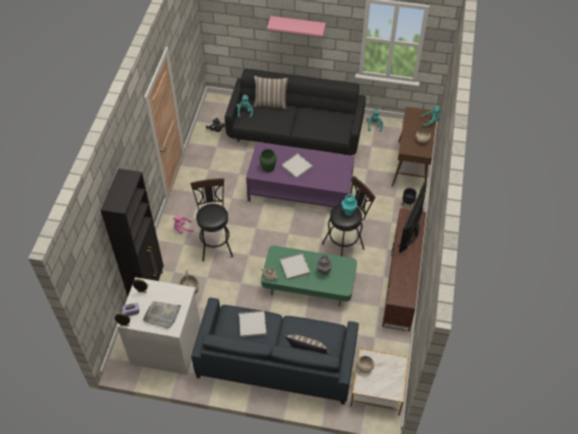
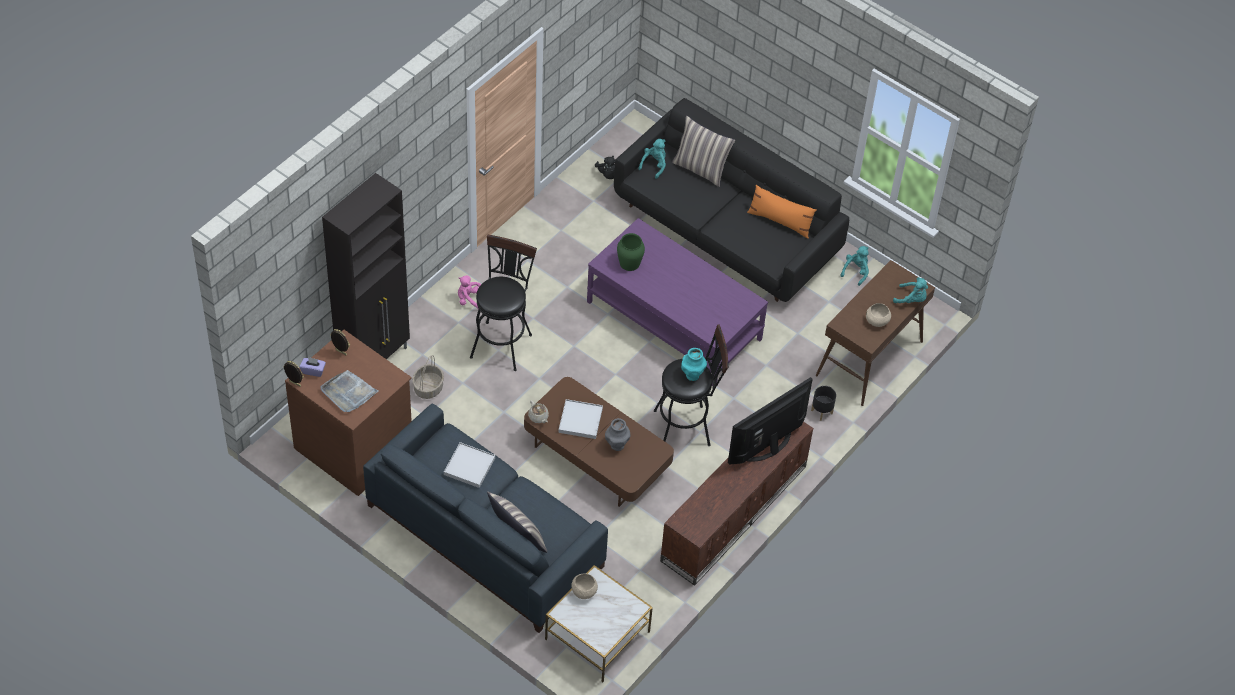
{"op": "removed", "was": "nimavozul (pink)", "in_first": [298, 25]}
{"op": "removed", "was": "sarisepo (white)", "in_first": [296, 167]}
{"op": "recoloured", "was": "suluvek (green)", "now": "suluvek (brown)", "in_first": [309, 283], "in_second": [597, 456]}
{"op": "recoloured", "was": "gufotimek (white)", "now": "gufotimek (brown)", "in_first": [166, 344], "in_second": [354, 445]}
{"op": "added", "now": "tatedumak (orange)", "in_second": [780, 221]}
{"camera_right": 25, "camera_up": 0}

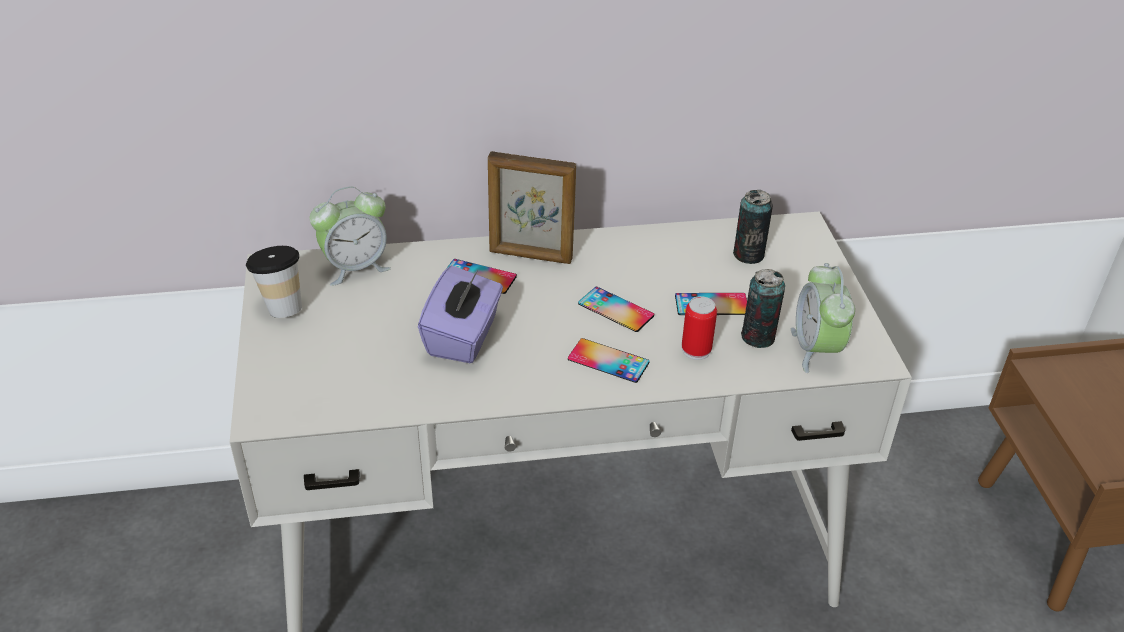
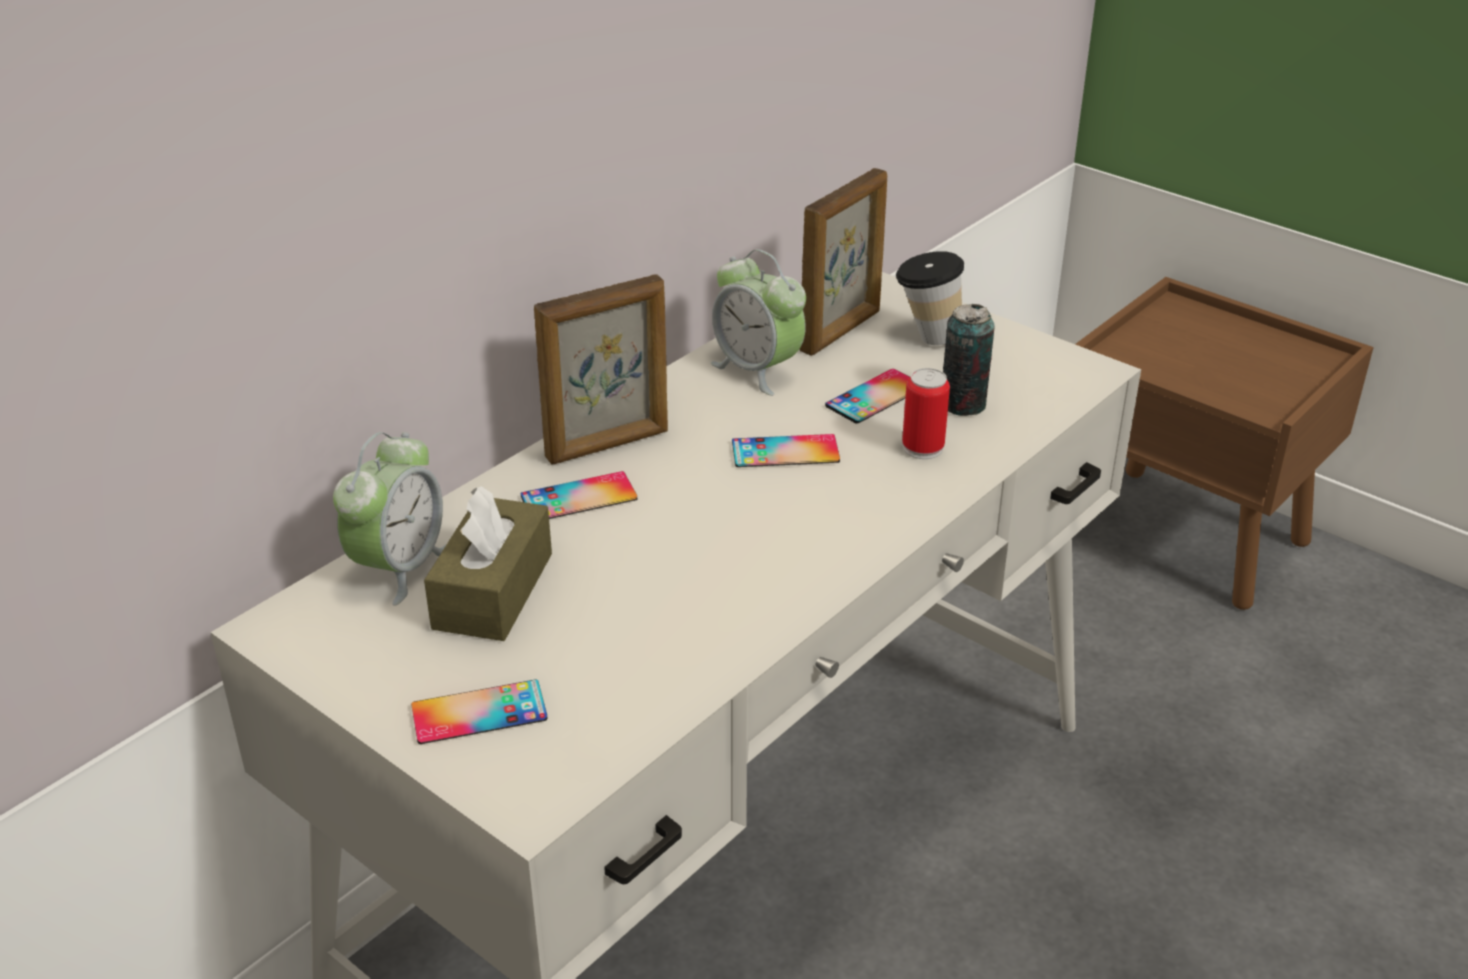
{"op": "replaced", "was": "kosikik", "now": "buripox", "in_first": [748, 255], "in_second": [841, 331]}
{"op": "moved", "was": "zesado", "in_first": [281, 306], "in_second": [927, 337]}
{"op": "moved", "was": "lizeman", "in_first": [816, 349], "in_second": [757, 370]}
{"op": "removed", "was": "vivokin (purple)", "in_first": [463, 337]}
{"op": "moved", "was": "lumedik", "in_first": [608, 361], "in_second": [479, 713]}
{"op": "added", "now": "vivokin (brown)", "in_second": [493, 591]}
{"camera_right": -40, "camera_up": -5}

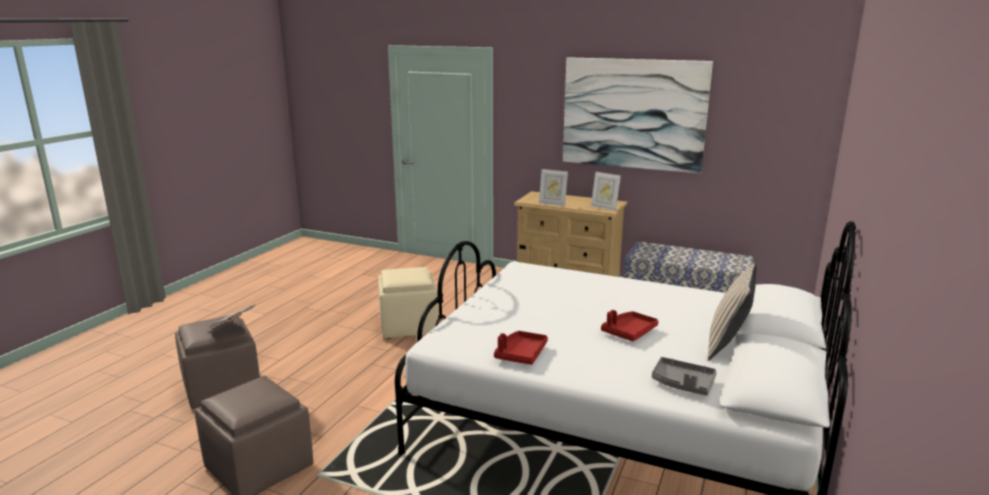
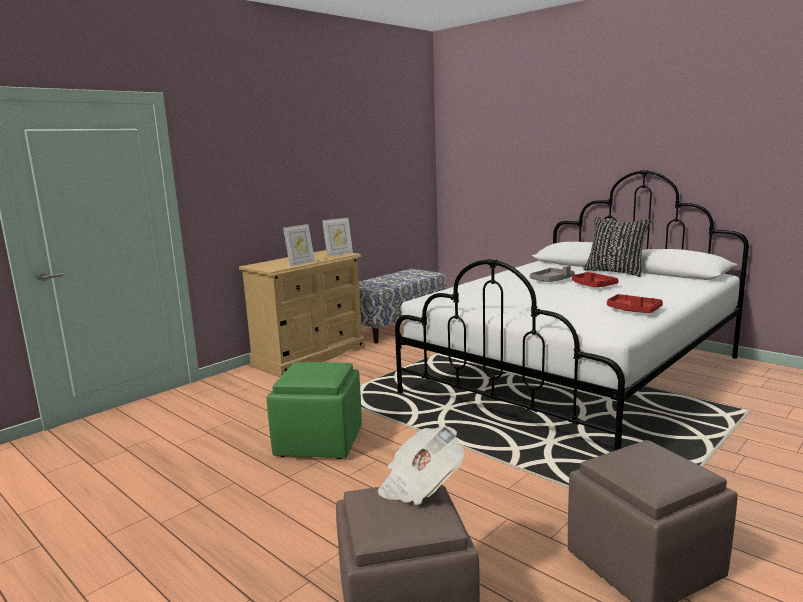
{"op": "removed", "was": "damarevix", "in_first": [633, 114]}
{"op": "recoloured", "was": "tatedumak (beige)", "now": "tatedumak (black)", "in_first": [727, 344], "in_second": [615, 272]}
{"op": "recoloured", "was": "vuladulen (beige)", "now": "vuladulen (green)", "in_first": [409, 326], "in_second": [318, 441]}
{"op": "moved", "was": "sarisepo (grey)", "in_first": [682, 384], "in_second": [552, 280]}
{"camera_right": -70, "camera_up": -5}

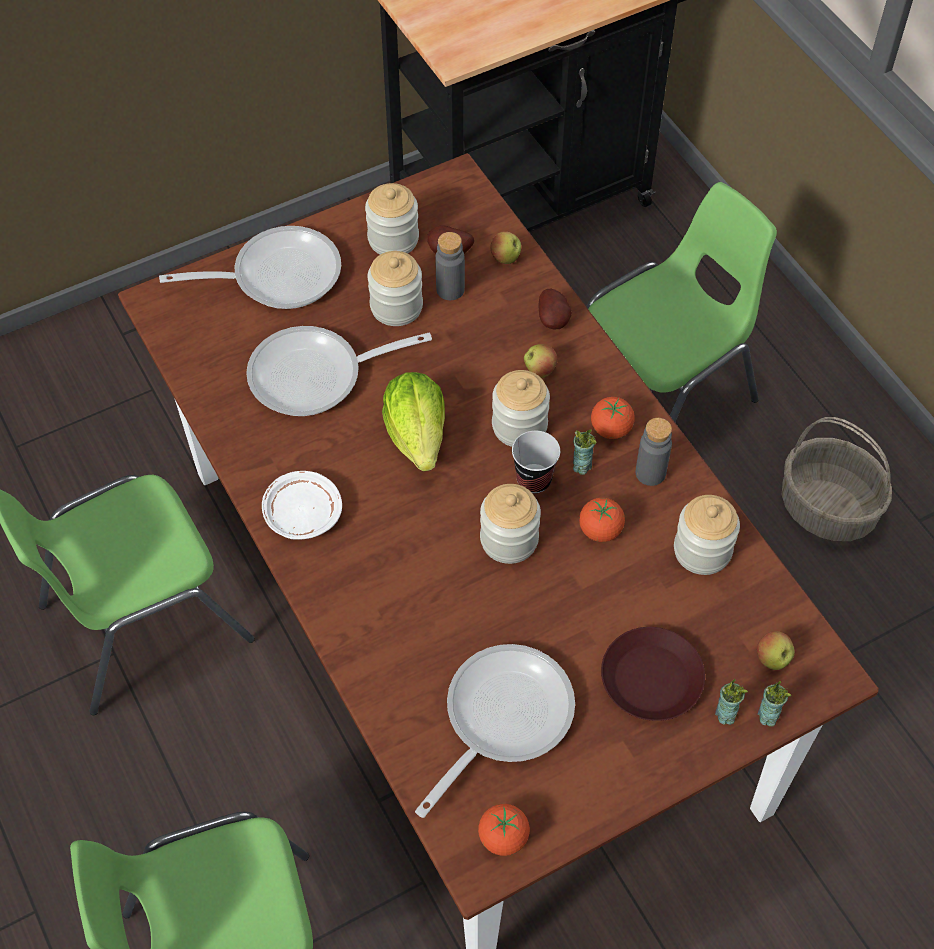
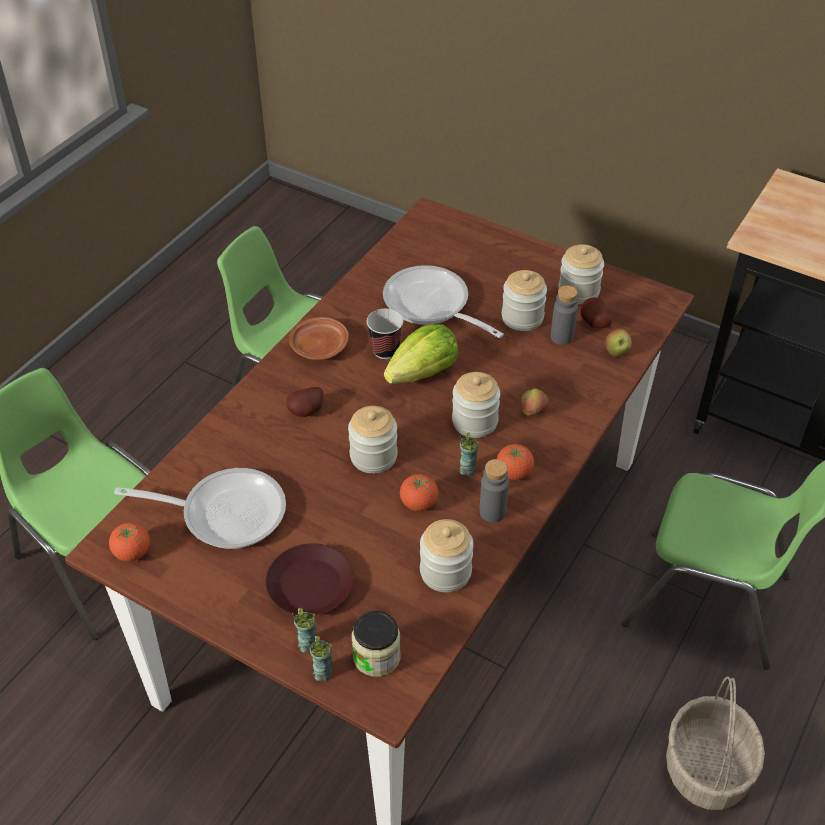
{"op": "removed", "was": "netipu", "in_first": [277, 275]}
{"op": "moved", "was": "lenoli", "in_first": [554, 320], "in_second": [307, 412]}
{"op": "moved", "was": "zesado", "in_first": [534, 479], "in_second": [385, 350]}
{"op": "recoloured", "was": "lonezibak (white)", "now": "lonezibak (brown)", "in_first": [302, 513], "in_second": [319, 346]}
{"op": "replaced", "was": "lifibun", "now": "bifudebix", "in_first": [772, 659], "in_second": [376, 656]}
{"camera_right": 60, "camera_up": -10}

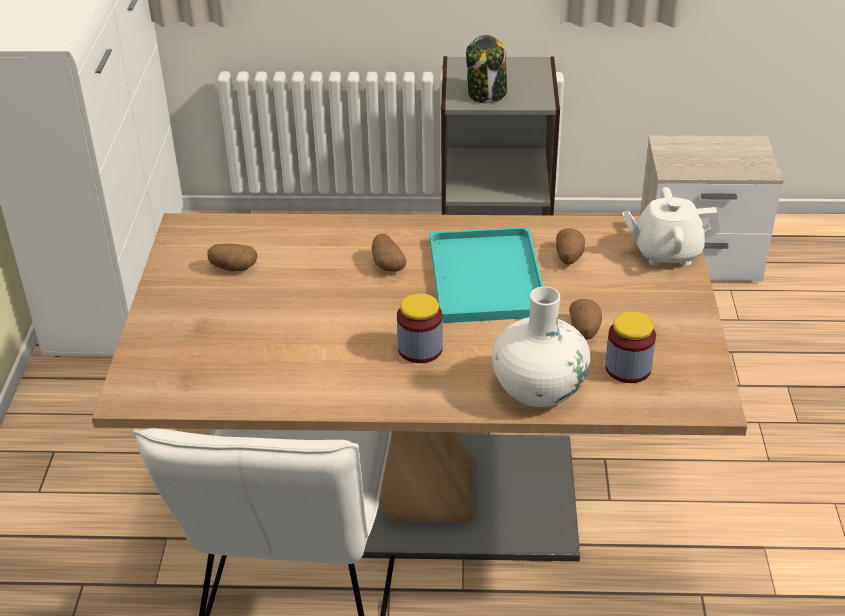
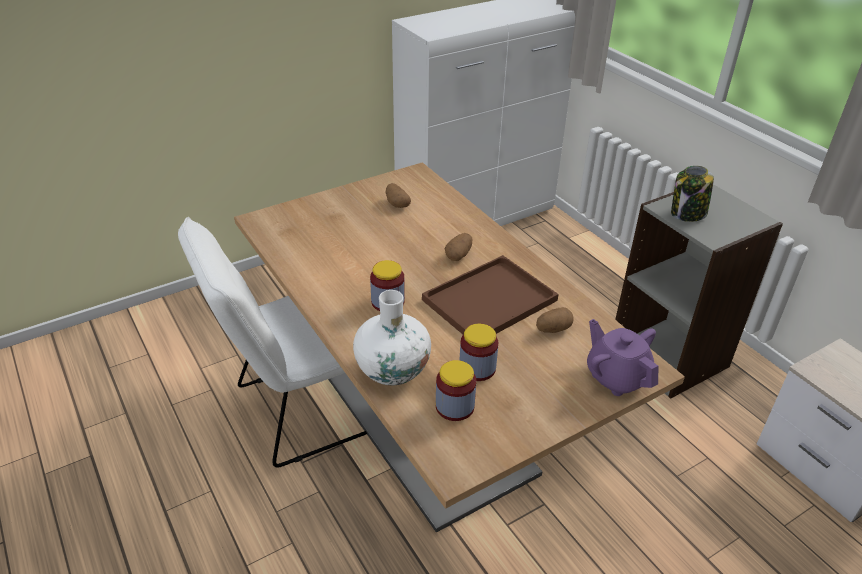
{"op": "recoloured", "was": "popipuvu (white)", "now": "popipuvu (purple)", "in_first": [666, 252], "in_second": [616, 377]}
{"op": "recoloured", "was": "sarisepo (turquoise)", "now": "sarisepo (brown)", "in_first": [484, 275], "in_second": [490, 298]}
{"op": "replaced", "was": "lenoli", "now": "bifudebix", "in_first": [584, 330], "in_second": [477, 368]}
{"camera_right": 55, "camera_up": 0}

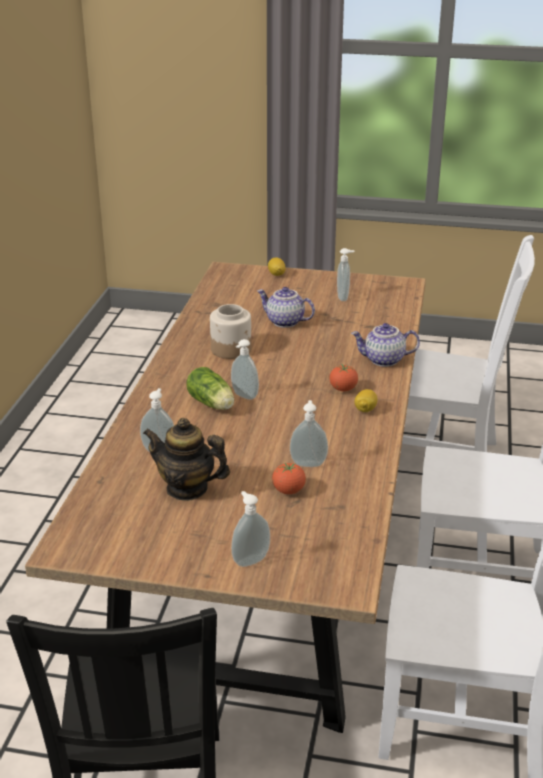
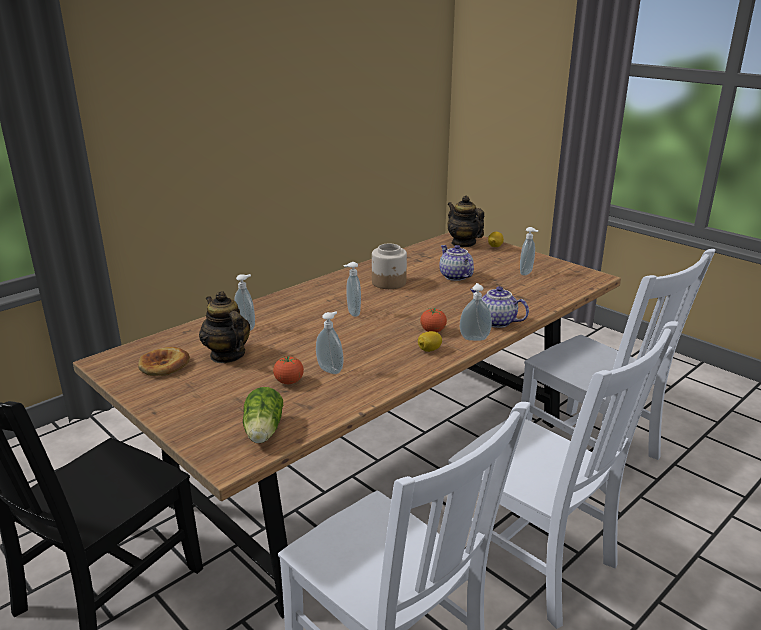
{"op": "moved", "was": "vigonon", "in_first": [212, 404], "in_second": [263, 432]}
{"op": "moved", "was": "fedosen", "in_first": [250, 559], "in_second": [474, 338]}
{"op": "added", "now": "popipuvu", "in_second": [463, 243]}
{"op": "added", "now": "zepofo", "in_second": [164, 365]}
{"camera_right": 35, "camera_up": -5}

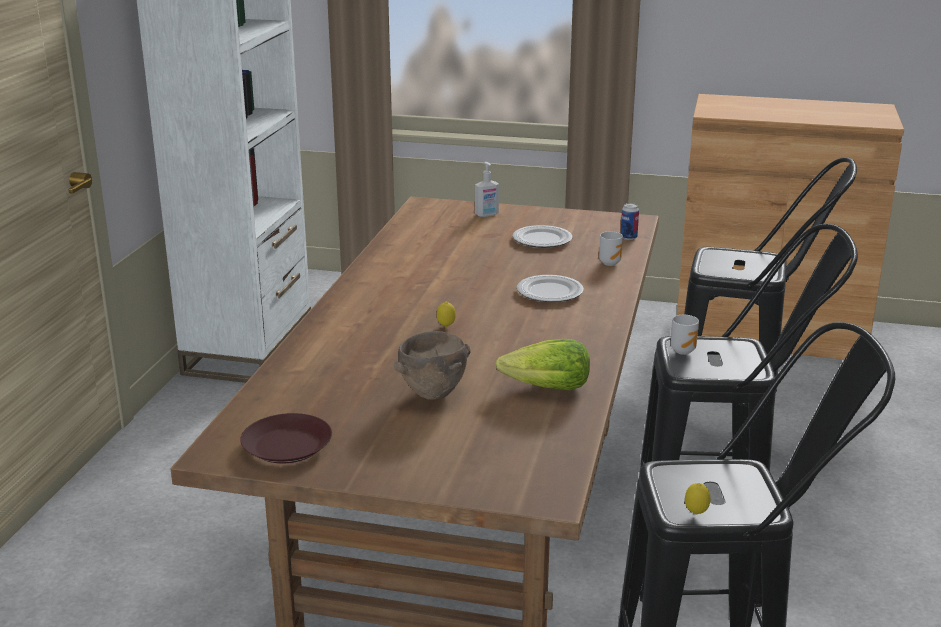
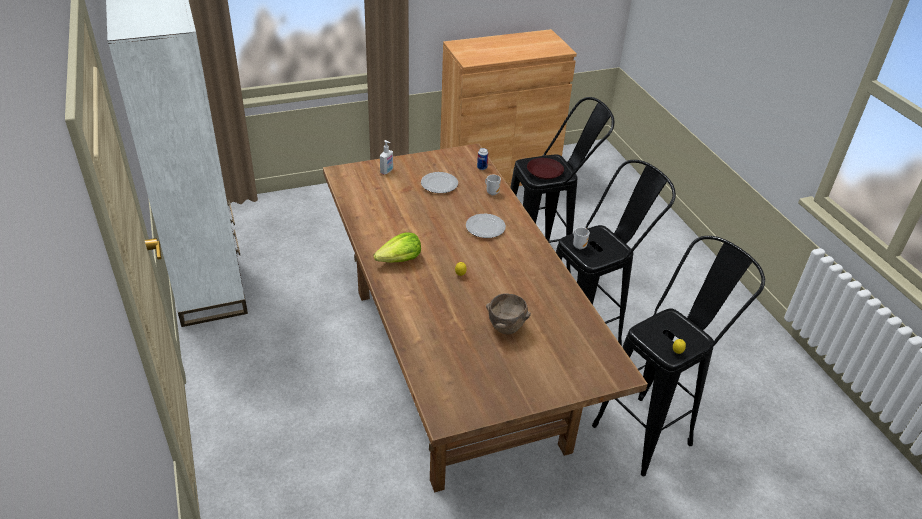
{"op": "moved", "was": "vigonon", "in_first": [547, 388], "in_second": [400, 260]}
{"op": "moved", "was": "lonezibak (brown)", "in_first": [288, 446], "in_second": [545, 172]}
{"camera_right": -35, "camera_up": 15}

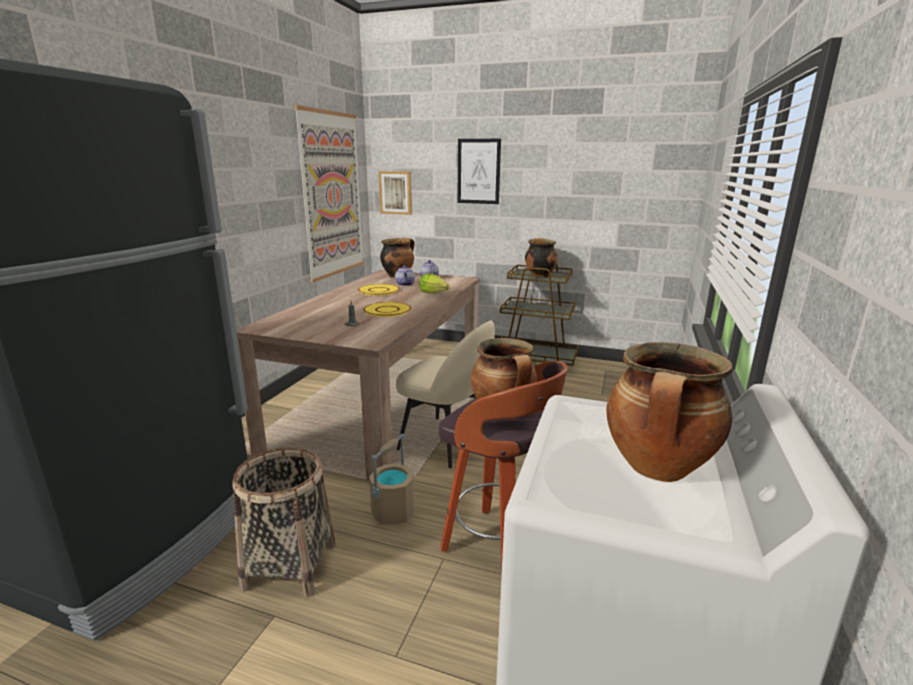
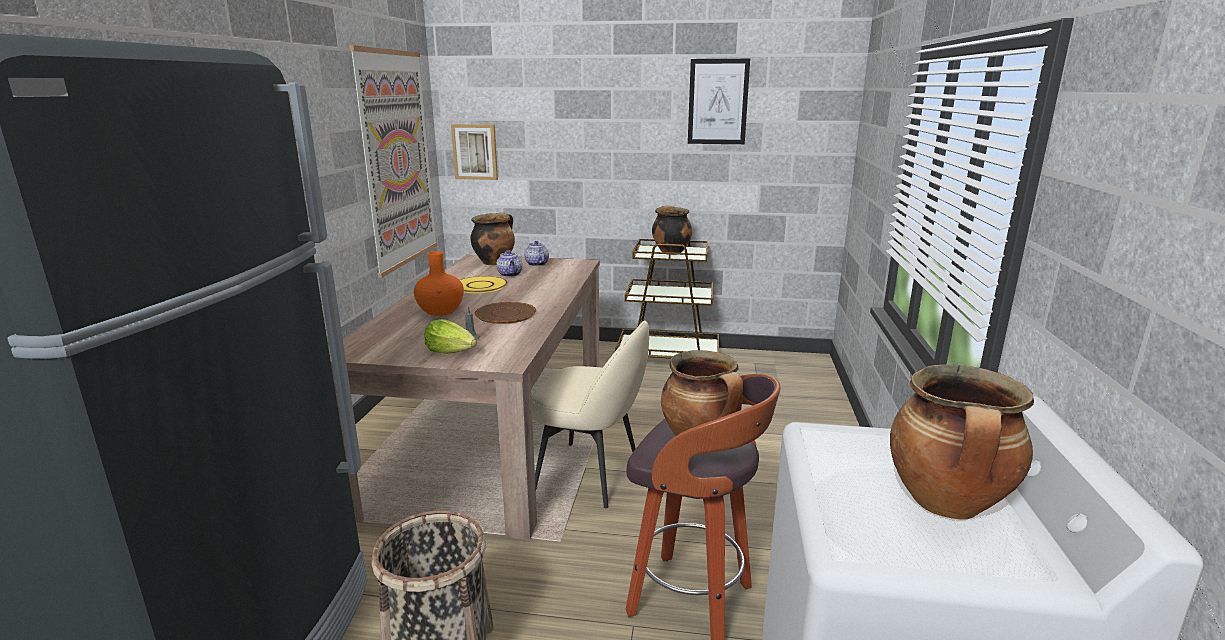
{"op": "moved", "was": "damarevix", "in_first": [478, 171], "in_second": [718, 102]}
{"op": "moved", "was": "vigonon", "in_first": [434, 293], "in_second": [451, 352]}
{"op": "recoloured", "was": "lonezibak (yellow)", "now": "lonezibak (brown)", "in_first": [387, 310], "in_second": [506, 314]}
{"op": "removed", "was": "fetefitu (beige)", "in_first": [393, 511]}
{"op": "added", "now": "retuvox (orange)", "in_second": [440, 311]}
{"camera_right": -10, "camera_up": 0}

